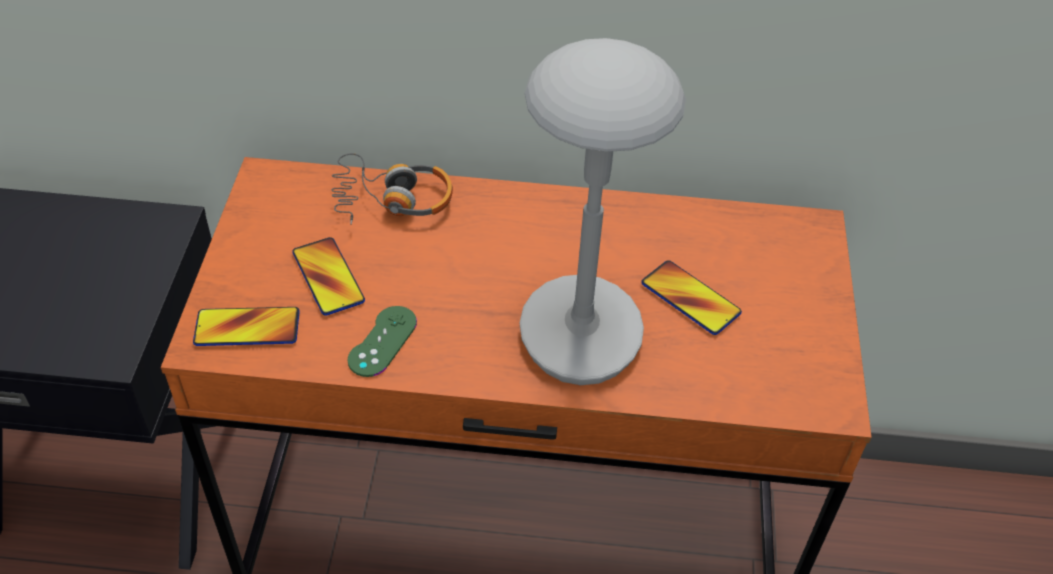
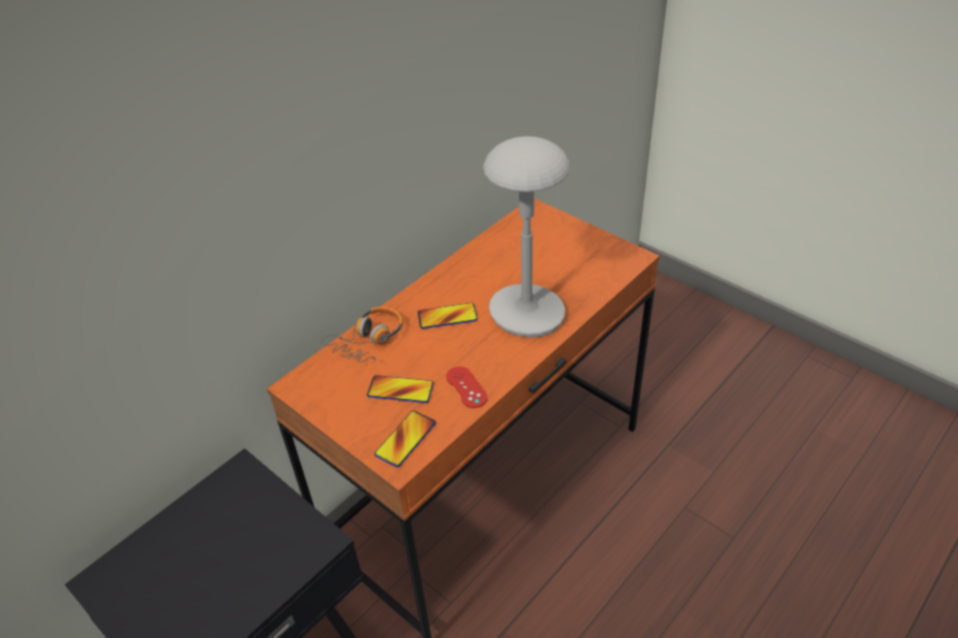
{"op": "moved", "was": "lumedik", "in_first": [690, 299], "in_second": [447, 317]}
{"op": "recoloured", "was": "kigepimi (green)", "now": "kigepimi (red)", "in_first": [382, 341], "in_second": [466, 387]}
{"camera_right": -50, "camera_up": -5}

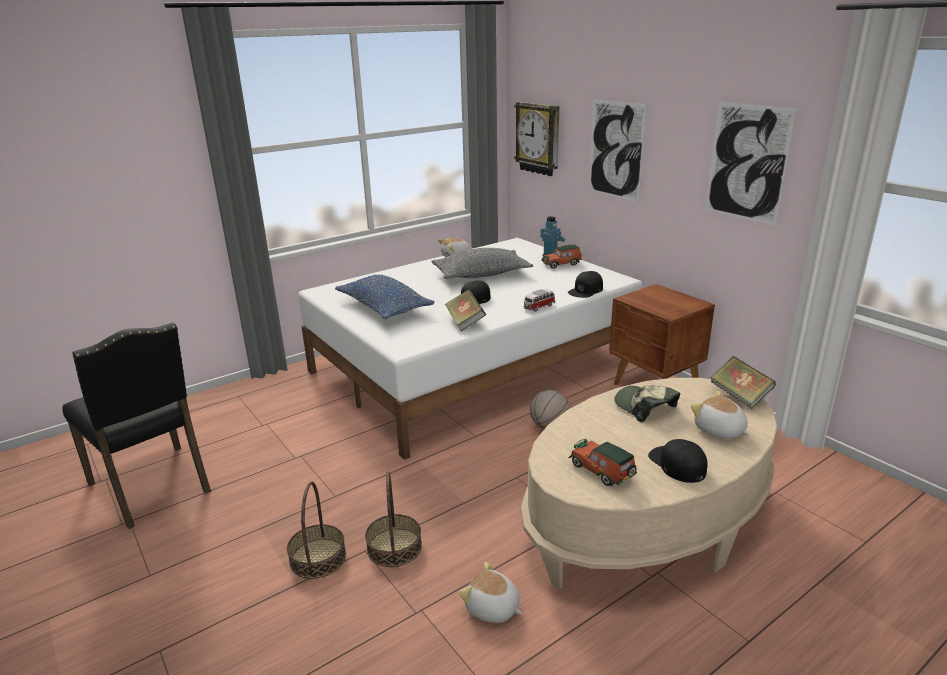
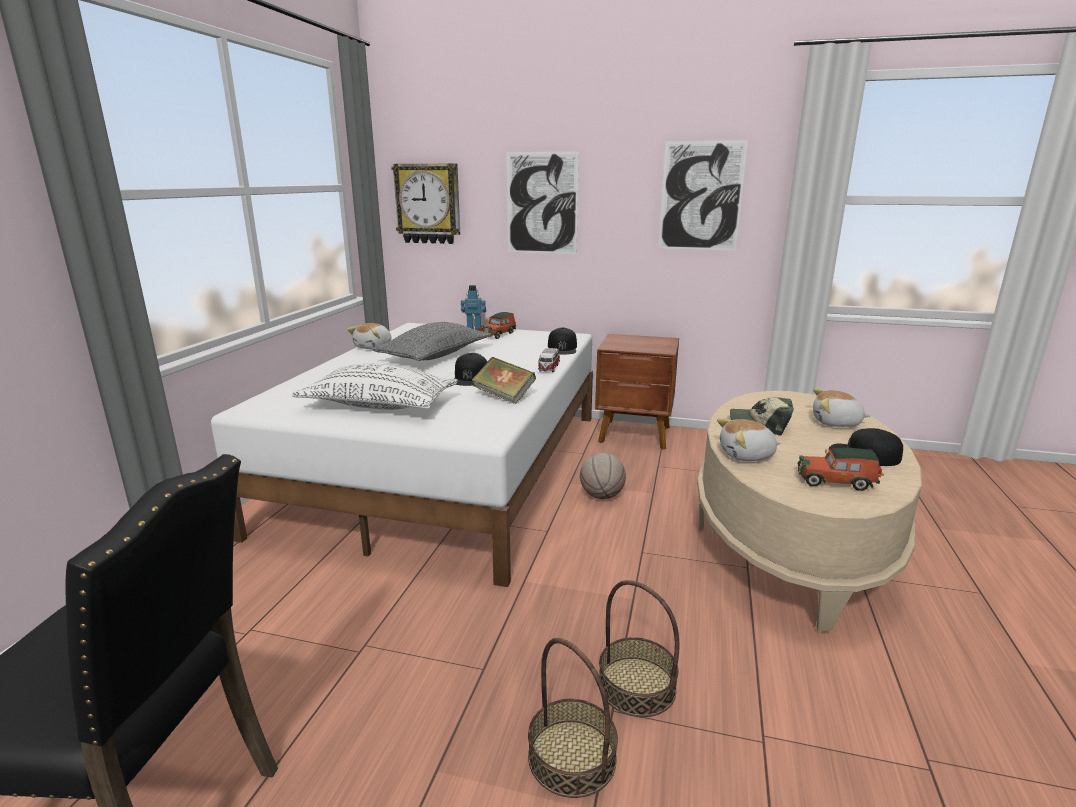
{"op": "recoloured", "was": "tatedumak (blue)", "now": "tatedumak (white)", "in_first": [384, 308], "in_second": [379, 405]}
{"op": "removed", "was": "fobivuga", "in_first": [739, 396]}
{"op": "moved", "was": "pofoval", "in_first": [492, 609], "in_second": [747, 455]}
{"camera_right": -40, "camera_up": -5}

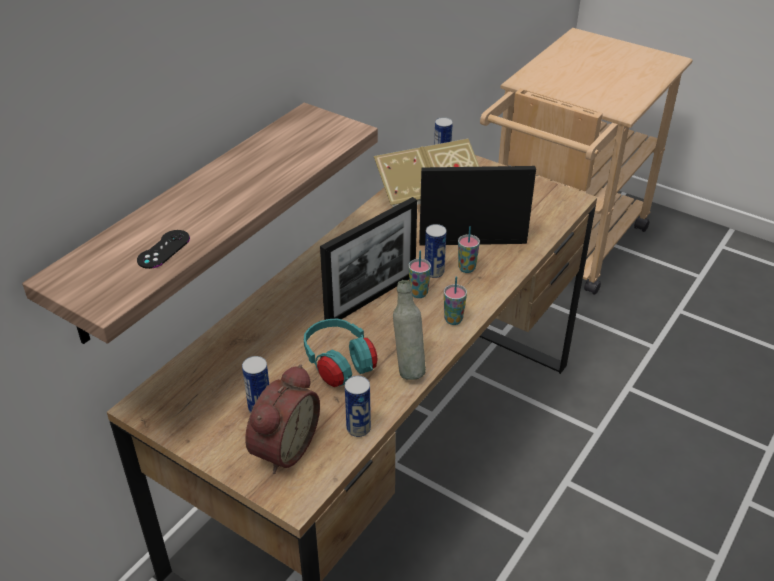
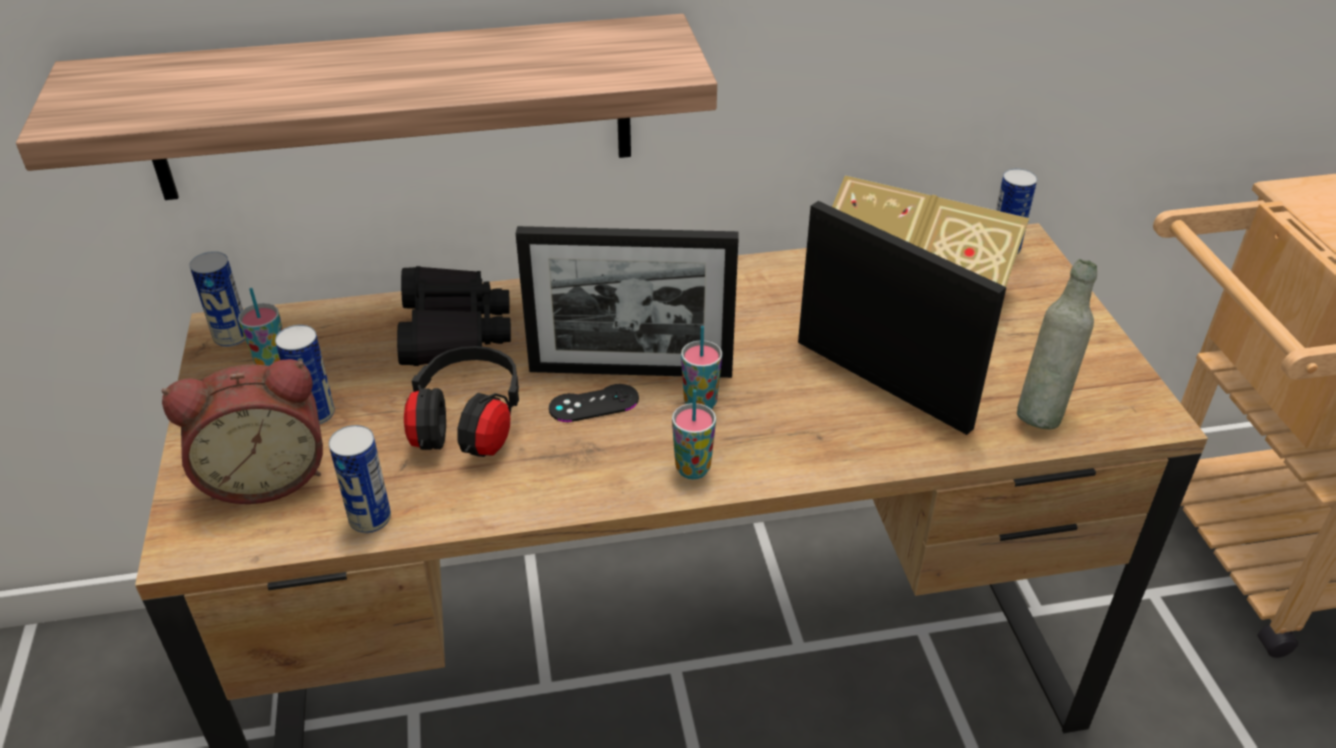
{"op": "moved", "was": "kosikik", "in_first": [434, 272], "in_second": [231, 337]}
{"op": "moved", "was": "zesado", "in_first": [466, 268], "in_second": [272, 365]}
{"op": "moved", "was": "kigepimi (black)", "in_first": [163, 249], "in_second": [594, 403]}
{"op": "moved", "was": "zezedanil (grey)", "in_first": [408, 368], "in_second": [1041, 412]}
{"op": "recoloured", "was": "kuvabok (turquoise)", "now": "kuvabok (black)", "in_first": [339, 365], "in_second": [468, 427]}
{"op": "added", "now": "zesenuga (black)", "in_second": [453, 330]}
{"camera_right": 45, "camera_up": 0}

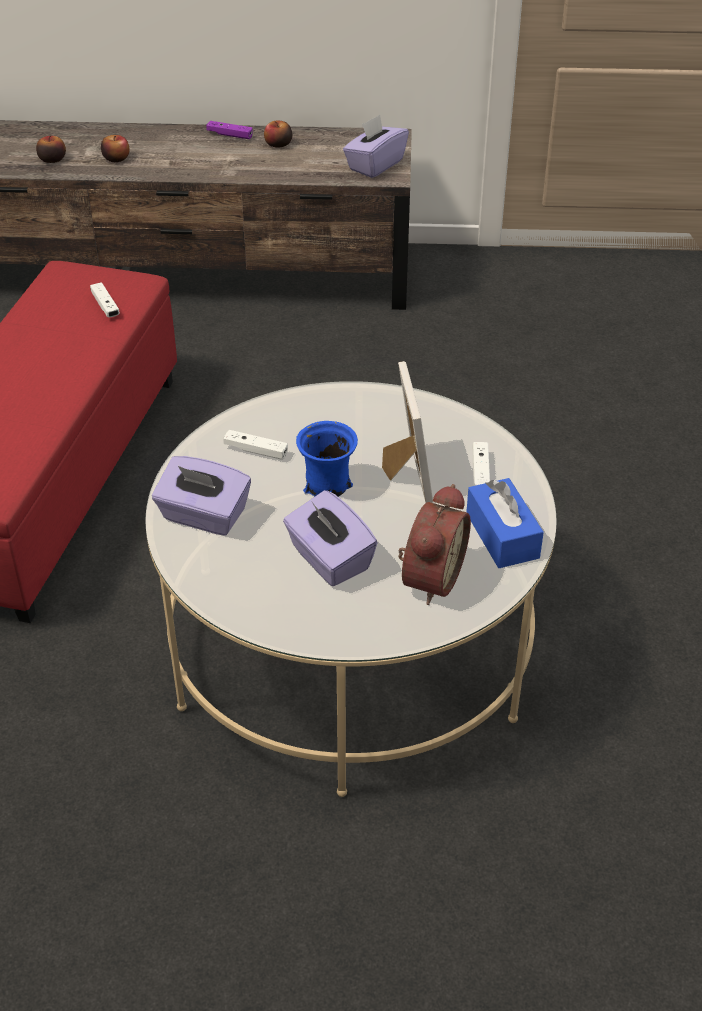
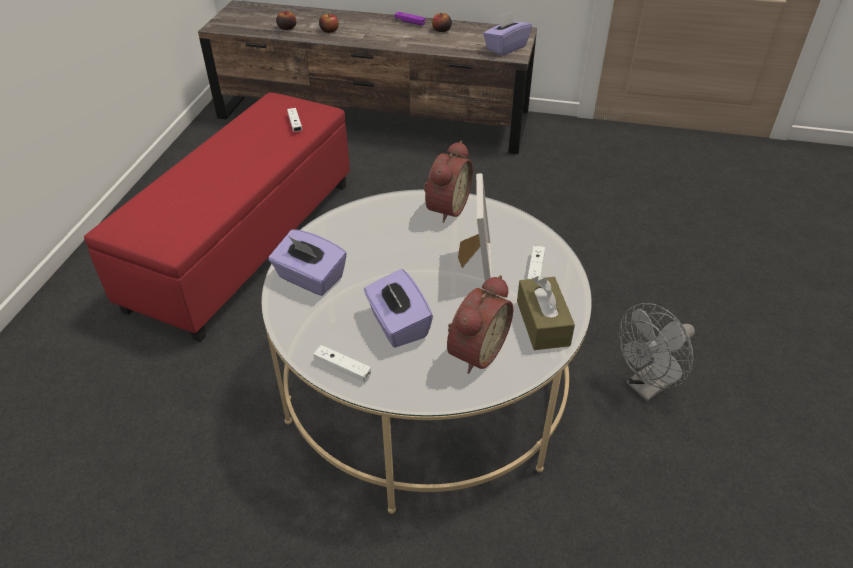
{"op": "removed", "was": "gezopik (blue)", "in_first": [326, 486]}
{"op": "moved", "was": "kigepimi (white)", "in_first": [256, 450], "in_second": [342, 368]}
{"op": "recoloured", "was": "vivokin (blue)", "now": "vivokin (brown)", "in_first": [502, 535], "in_second": [542, 323]}
{"op": "added", "now": "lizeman", "in_second": [445, 207]}
{"op": "added", "now": "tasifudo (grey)", "in_second": [647, 386]}
{"camera_right": 10, "camera_up": 0}

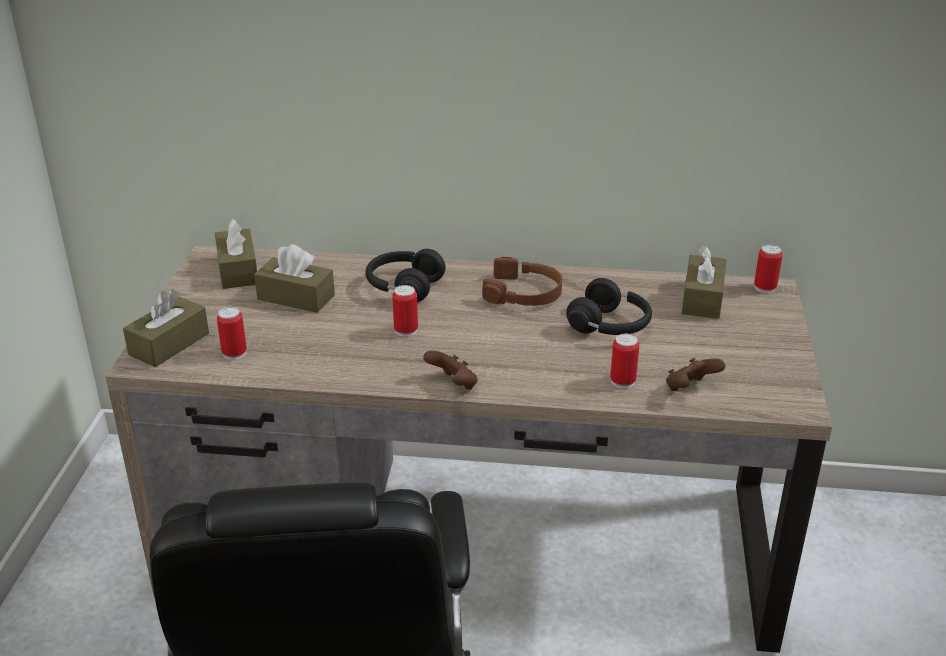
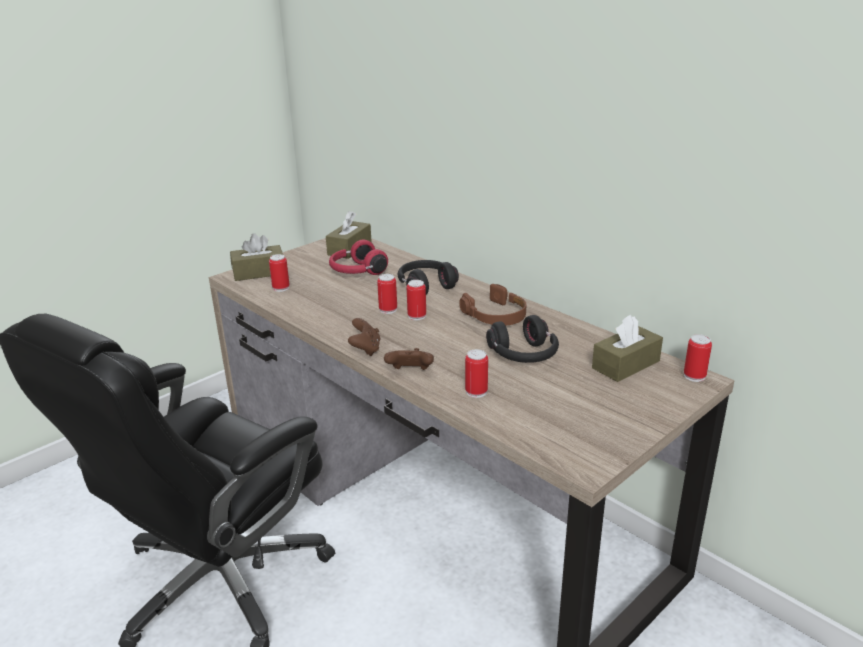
{"op": "replaced", "was": "vivokin (brown)", "now": "kuvabok (red)", "in_first": [296, 297], "in_second": [357, 271]}
{"op": "moved", "was": "kigepimi (brown)", "in_first": [690, 389], "in_second": [410, 372]}
{"op": "added", "now": "kosikik", "in_second": [417, 316]}
{"camera_right": 40, "camera_up": -5}

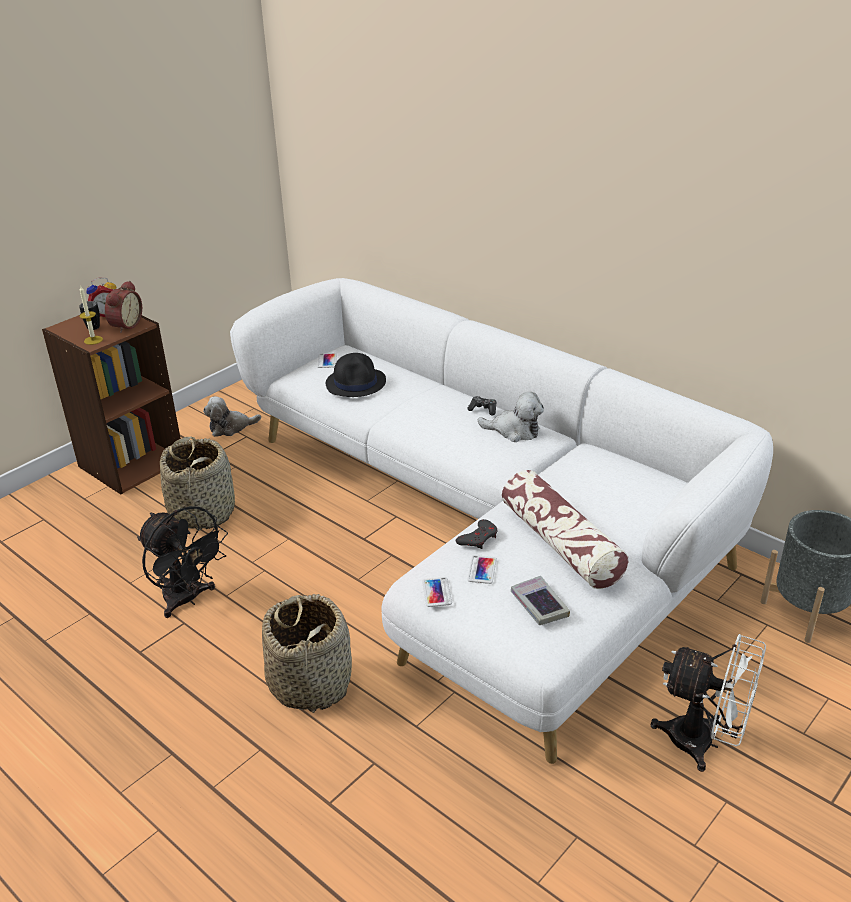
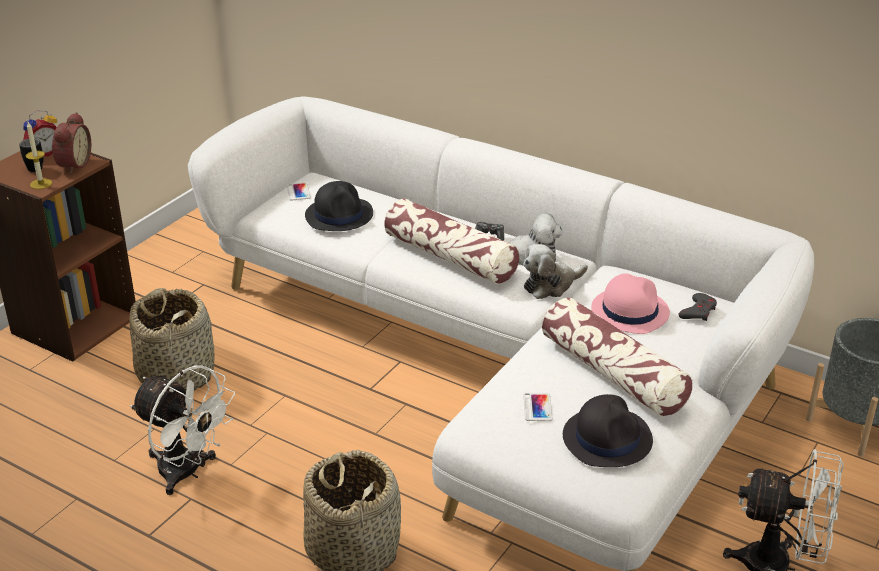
{"op": "moved", "was": "pofoval", "in_first": [230, 427], "in_second": [551, 285]}
{"op": "recoloured", "was": "tasifudo (black)", "now": "tasifudo (white)", "in_first": [187, 600], "in_second": [187, 473]}
{"op": "moved", "was": "kigepimi (grey)", "in_first": [478, 538], "in_second": [698, 311]}
{"op": "replaced", "was": "fobivuga", "now": "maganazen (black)", "in_first": [539, 605], "in_second": [607, 438]}
{"op": "removed", "was": "lumedik", "in_first": [436, 592]}
{"op": "added", "now": "tatedumak", "in_second": [450, 257]}
{"op": "added", "now": "maganazen (pink)", "in_second": [629, 311]}
{"camera_right": -10, "camera_up": 0}

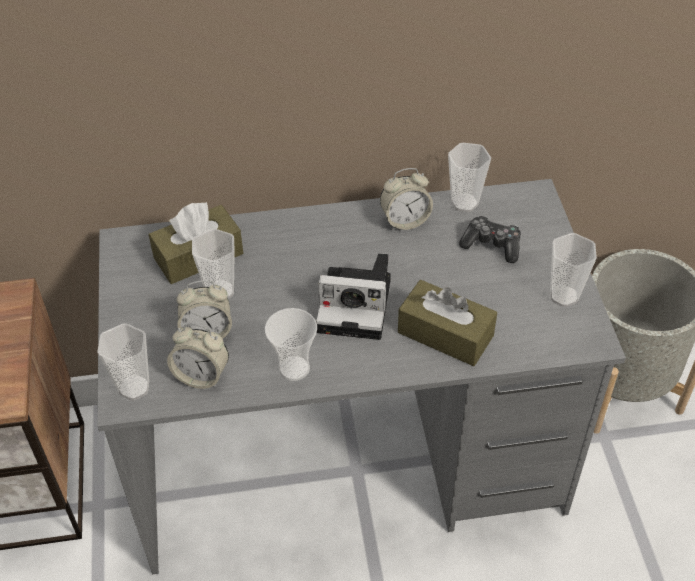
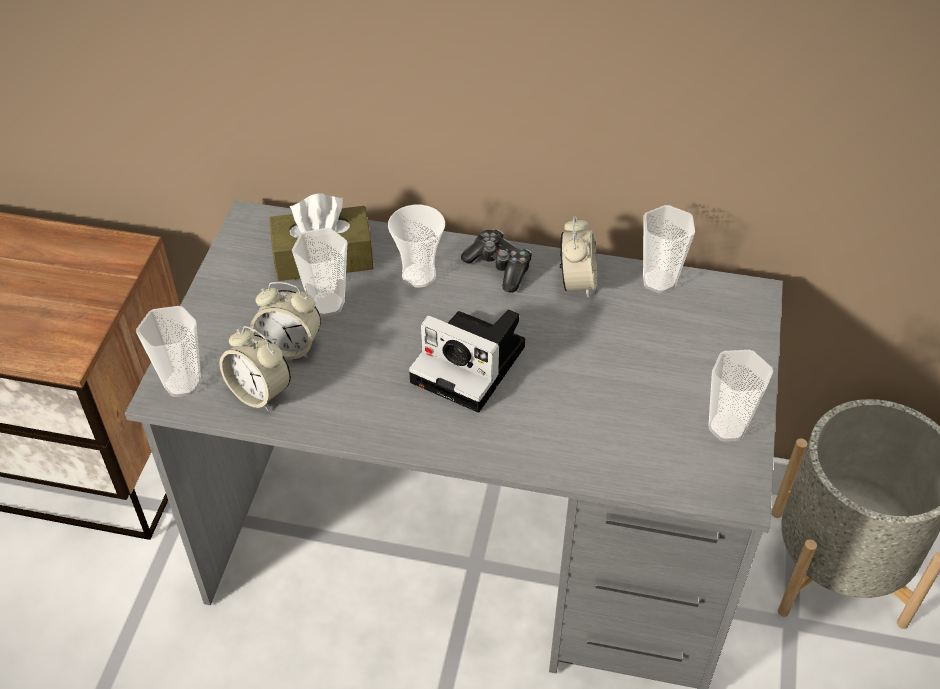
{"op": "turned", "was": "lizeman", "in_first": [405, 220], "in_second": [577, 282], "clockwise": -90}
{"op": "moved", "was": "kigepimi", "in_first": [492, 245], "in_second": [499, 267]}
{"op": "removed", "was": "vivokin (brown)", "in_first": [445, 334]}
{"op": "moved", "was": "zesado", "in_first": [294, 368], "in_second": [418, 275]}
{"camera_right": 20, "camera_up": 0}

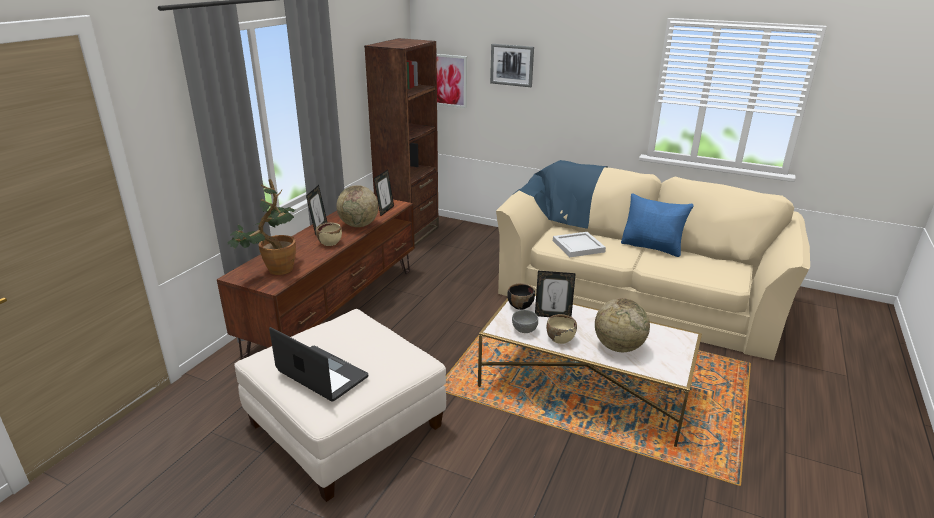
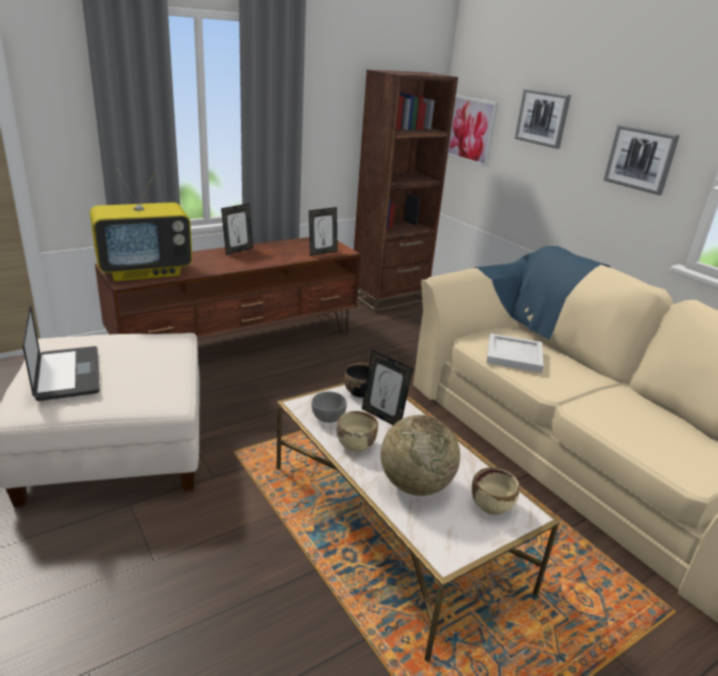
{"op": "replaced", "was": "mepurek", "now": "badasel", "in_first": [274, 271], "in_second": [145, 271]}
{"op": "removed", "was": "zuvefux", "in_first": [359, 225]}
{"op": "removed", "was": "tatedumak (blue)", "in_first": [652, 247]}
{"op": "moved", "was": "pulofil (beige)", "in_first": [330, 243], "in_second": [492, 506]}
{"op": "added", "now": "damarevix", "in_second": [640, 159]}
{"camera_right": 30, "camera_up": 0}

